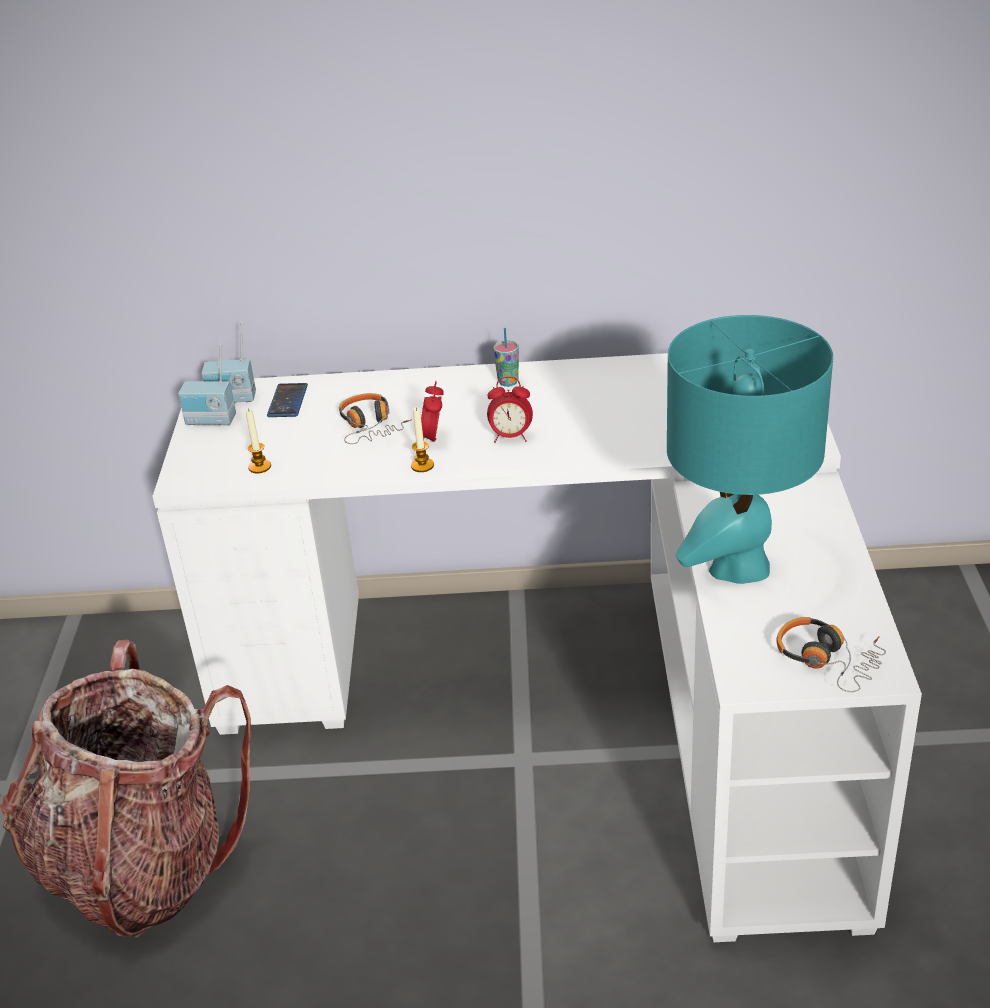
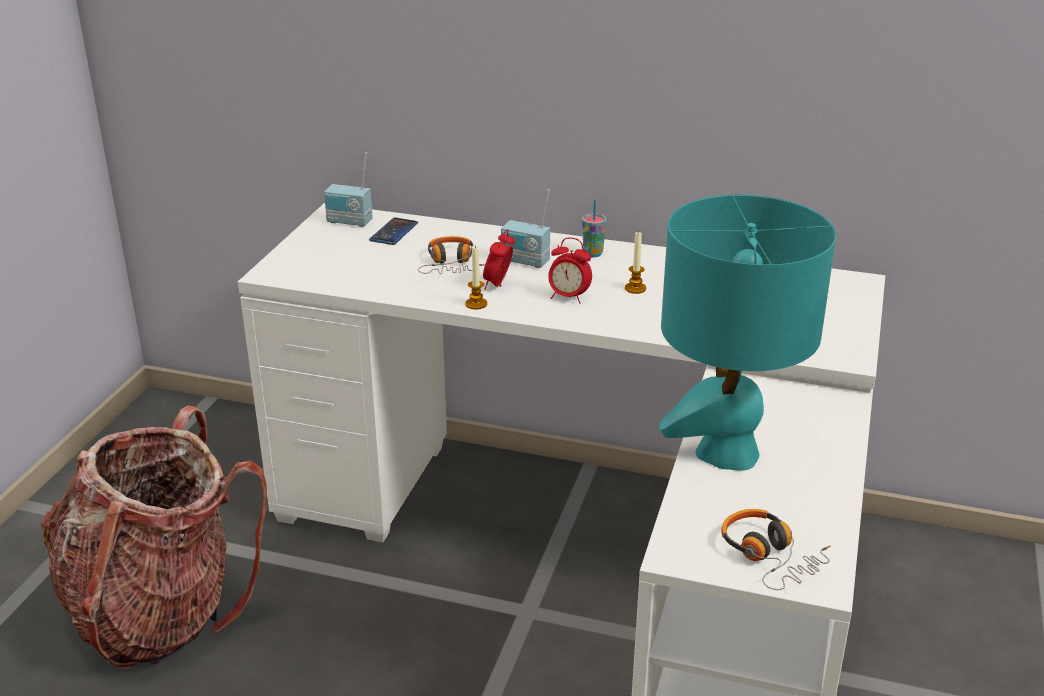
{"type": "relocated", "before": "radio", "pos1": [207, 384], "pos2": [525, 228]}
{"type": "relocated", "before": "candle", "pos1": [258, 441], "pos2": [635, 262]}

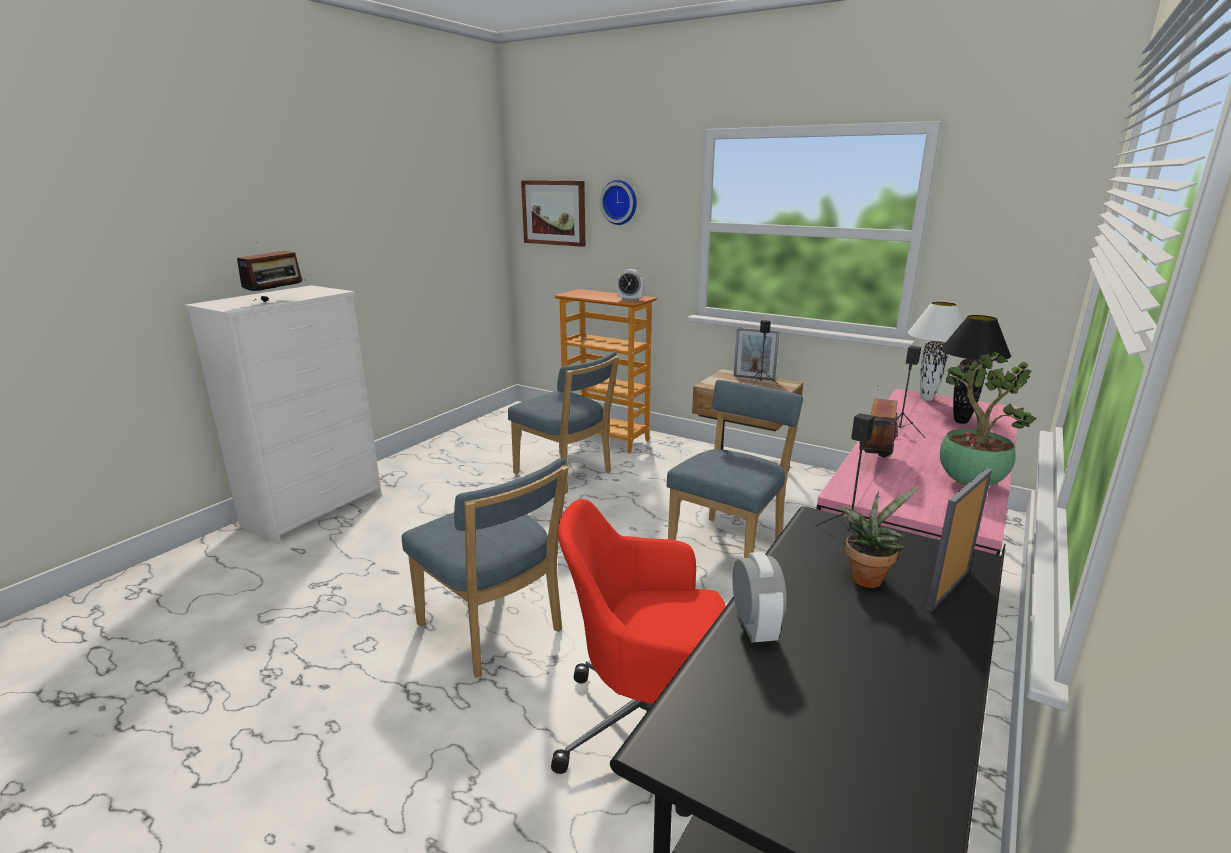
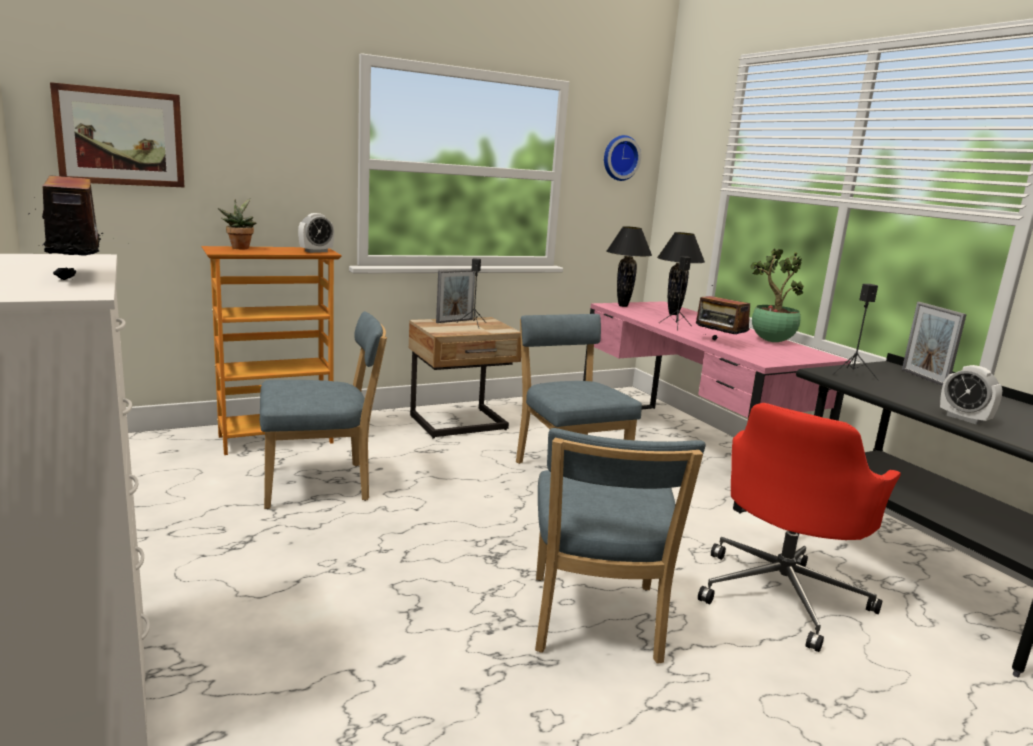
{"type": "spun", "before": "blue_chair", "pos1": [485, 568], "pos2": [620, 546], "turn": 105}
{"type": "relocated", "before": "wall_clock", "pos1": [618, 202], "pos2": [622, 158]}
{"type": "spun", "before": "alarm_clock", "pos1": [759, 597], "pos2": [971, 395], "turn": -150}
{"type": "relocated", "before": "potted_plant", "pos1": [878, 537], "pos2": [237, 223]}
{"type": "colour", "before": "white_table_lamp", "after": "black_table_lamp", "pos1": [935, 351], "pos2": [629, 266]}

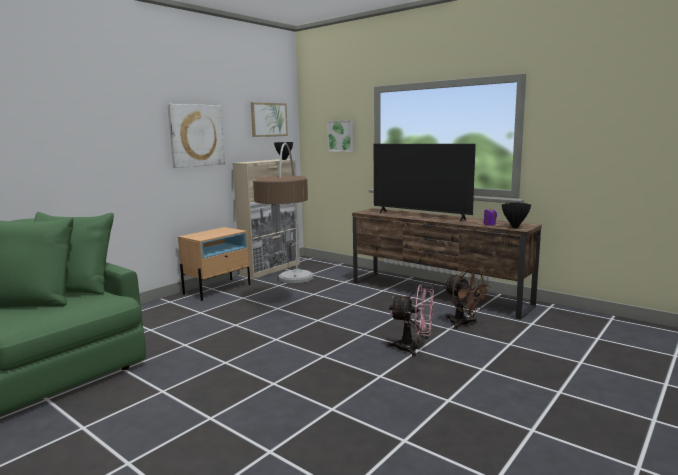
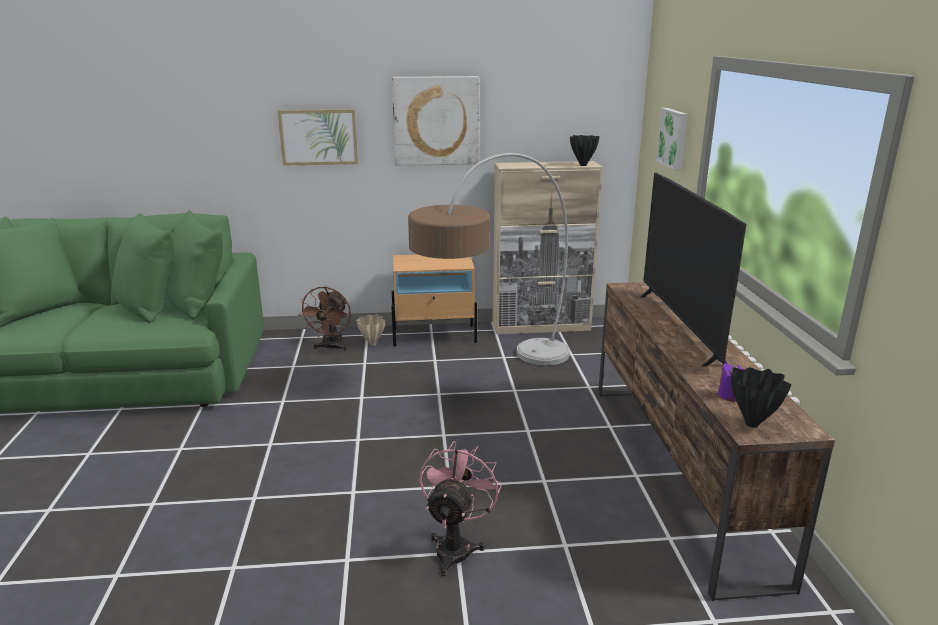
{"type": "relocated", "before": "picture", "pos1": [269, 119], "pos2": [318, 137]}
{"type": "spun", "before": "pink_fan", "pos1": [410, 320], "pos2": [461, 508], "turn": -135}
{"type": "relocated", "before": "brown_fan", "pos1": [467, 298], "pos2": [324, 318]}
{"type": "appeared", "after": "beige_vase", "pos2": [370, 330]}

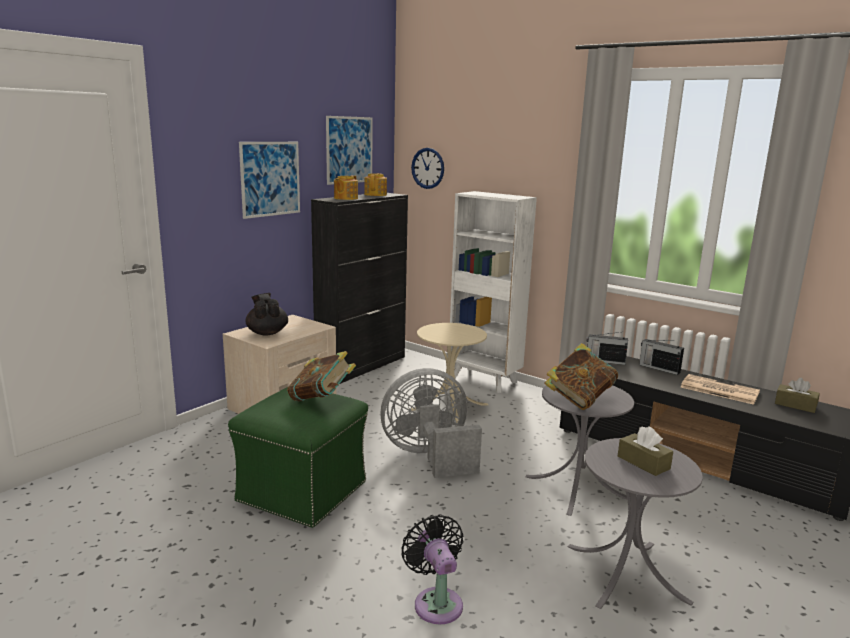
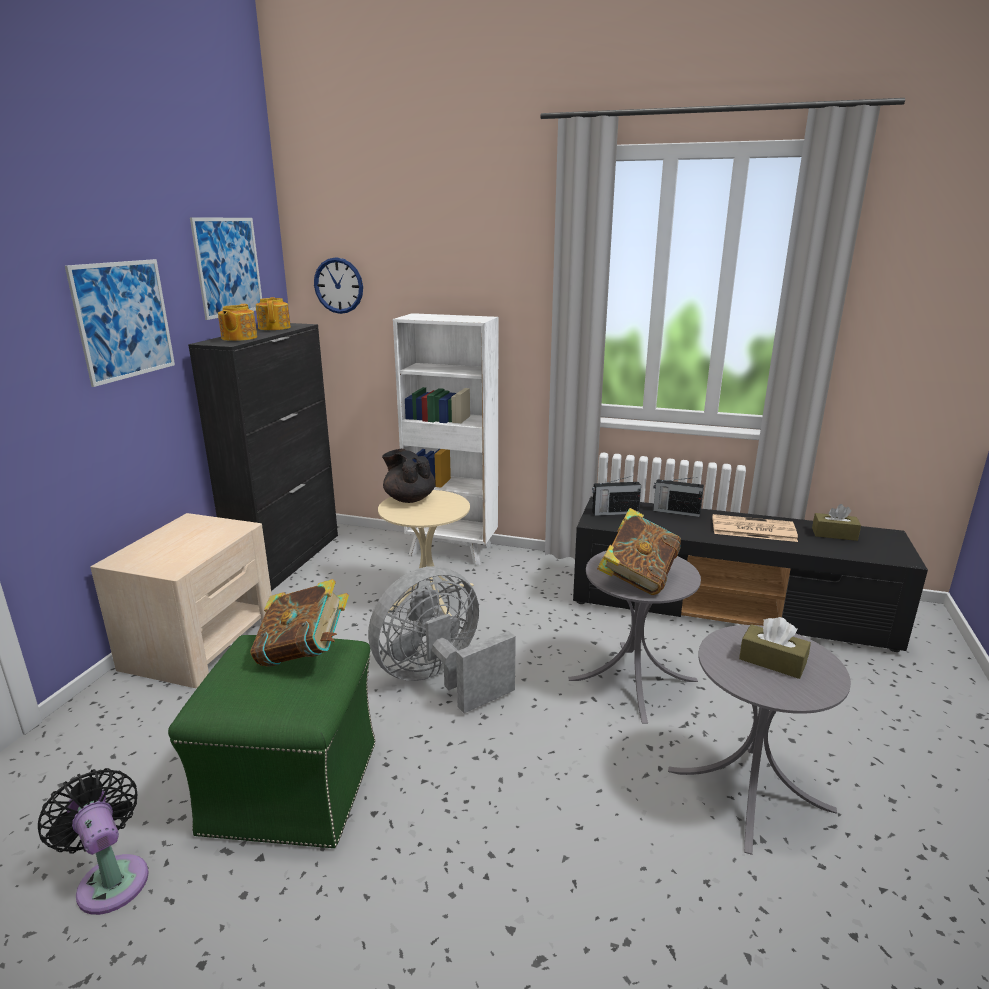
{"type": "relocated", "before": "black_teapot", "pos1": [267, 314], "pos2": [408, 476]}
{"type": "relocated", "before": "black_fan", "pos1": [432, 569], "pos2": [93, 841]}

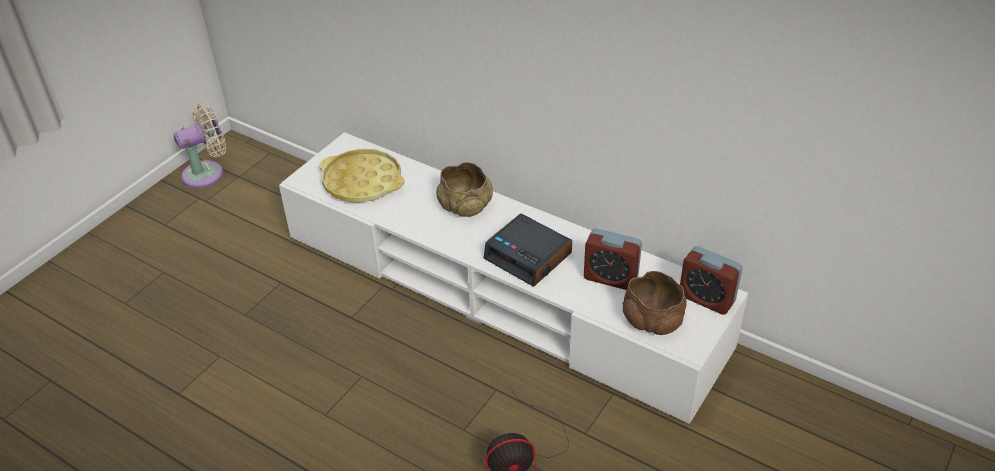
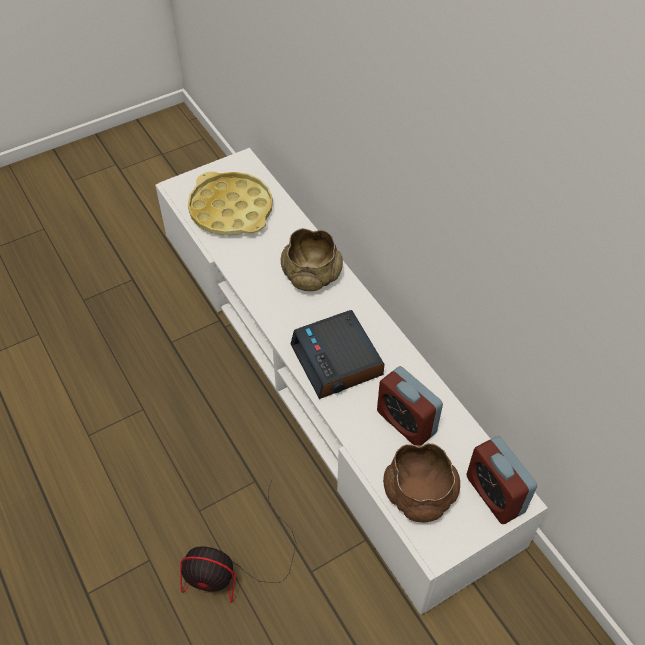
{"type": "missing", "before": "beige_fan", "pos1": [199, 145]}

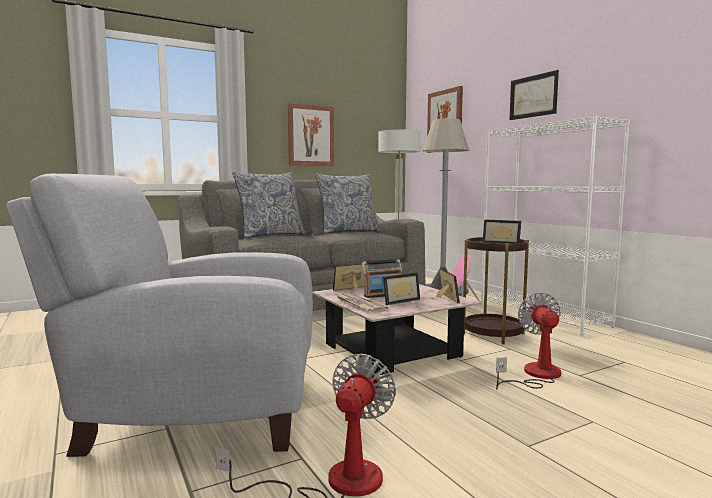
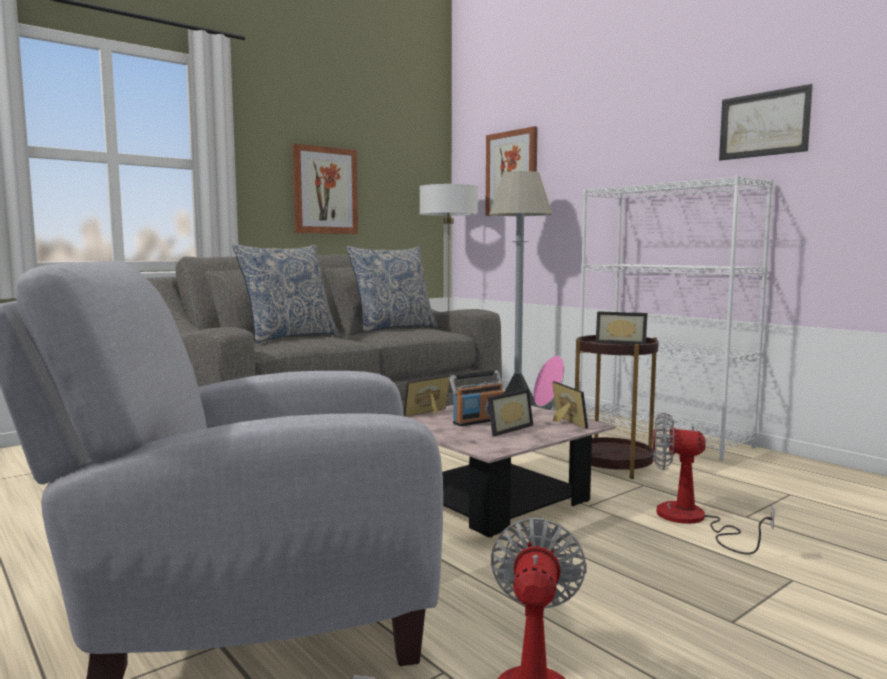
{"type": "missing", "before": "newspaper", "pos1": [363, 302]}
{"type": "spun", "before": "fan", "pos1": [528, 341], "pos2": [714, 483], "turn": -60}
{"type": "relocated", "before": "picture", "pos1": [534, 95], "pos2": [766, 122]}

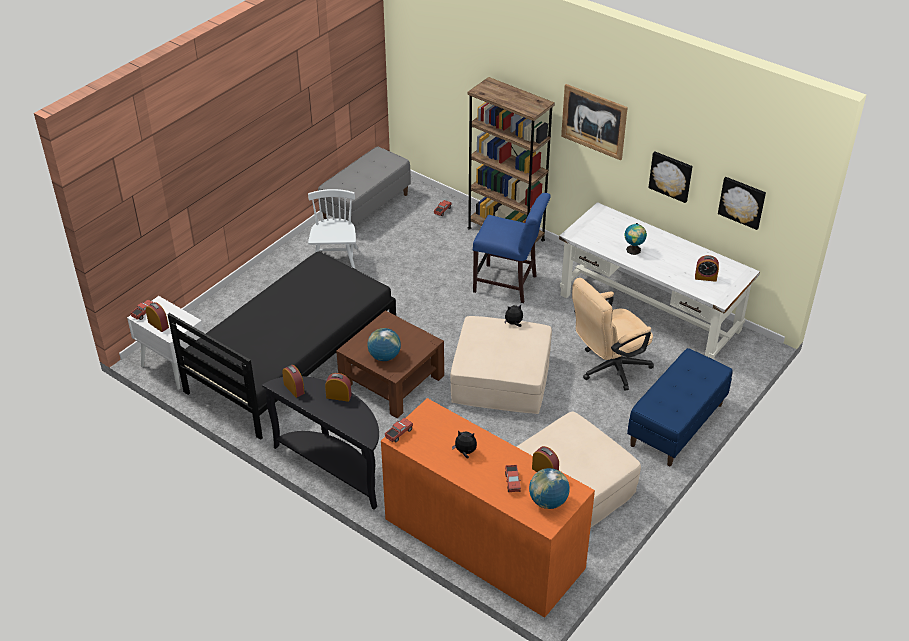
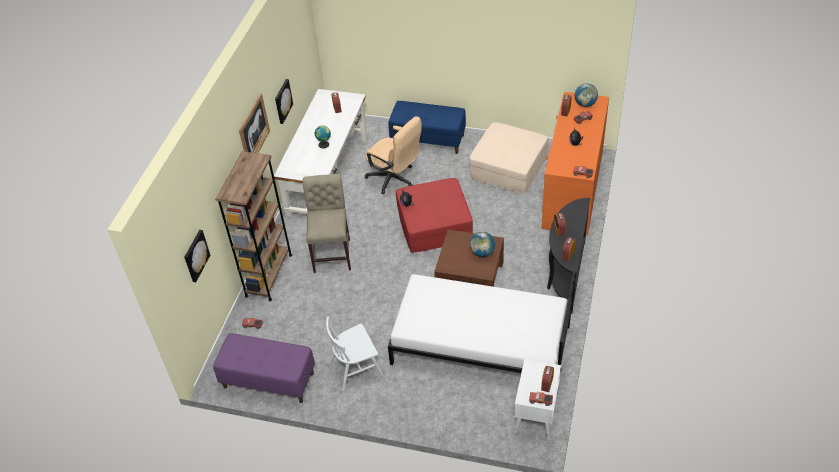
{"type": "colour", "before": "black_bed", "after": "white_bed", "pos1": [281, 346], "pos2": [481, 331]}
{"type": "colour", "before": "grey_bench", "after": "purple_bench", "pos1": [364, 186], "pos2": [264, 368]}
{"type": "colour", "before": "beige_ottoman", "after": "red_ottoman", "pos1": [501, 365], "pos2": [434, 215]}
{"type": "colour", "before": "blue_chair", "after": "beige_chair", "pos1": [512, 248], "pos2": [327, 223]}
{"type": "relocated", "before": "picture", "pos1": [742, 203], "pos2": [197, 256]}

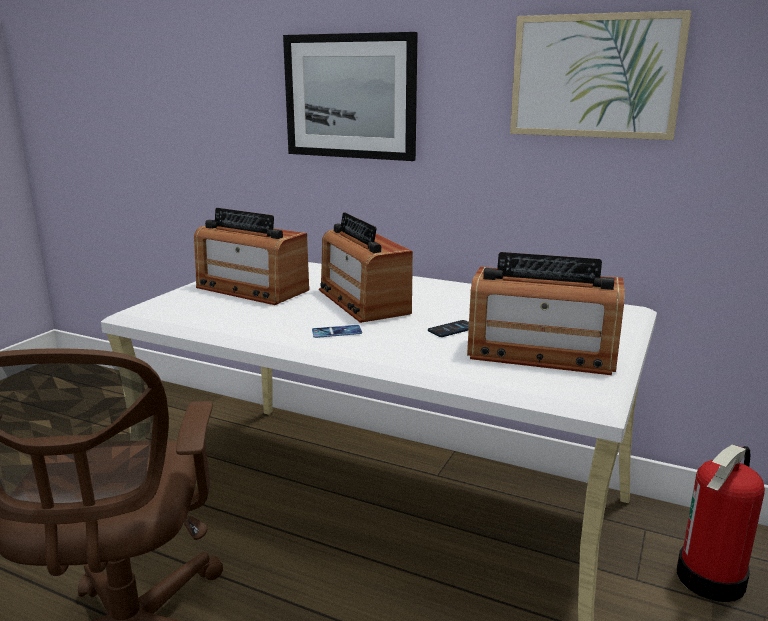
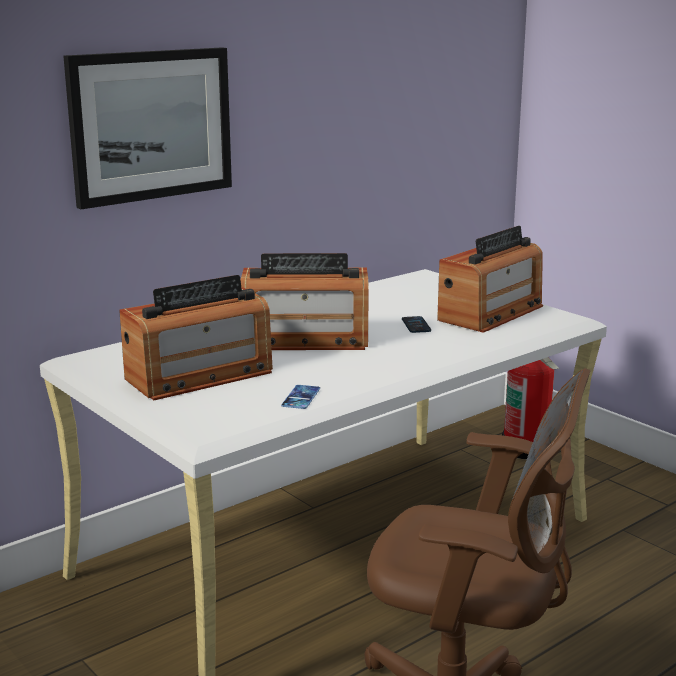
{"type": "relocated", "before": "phone", "pos1": [337, 331], "pos2": [300, 397]}
{"type": "missing", "before": "picture", "pos1": [601, 75]}

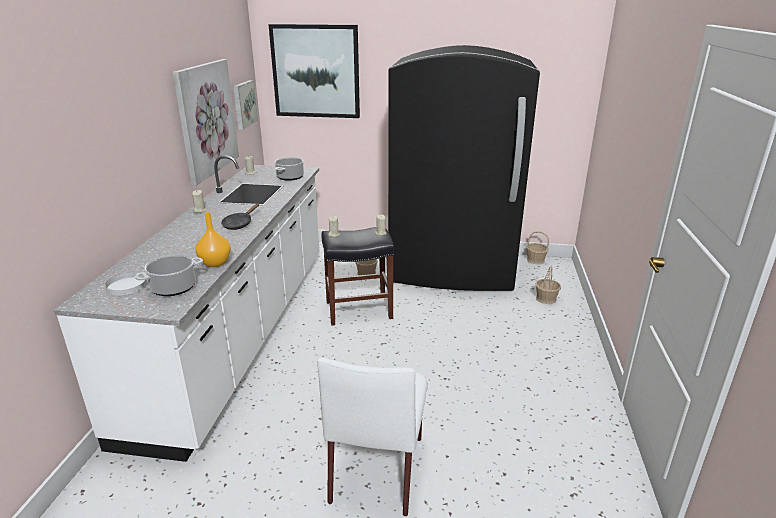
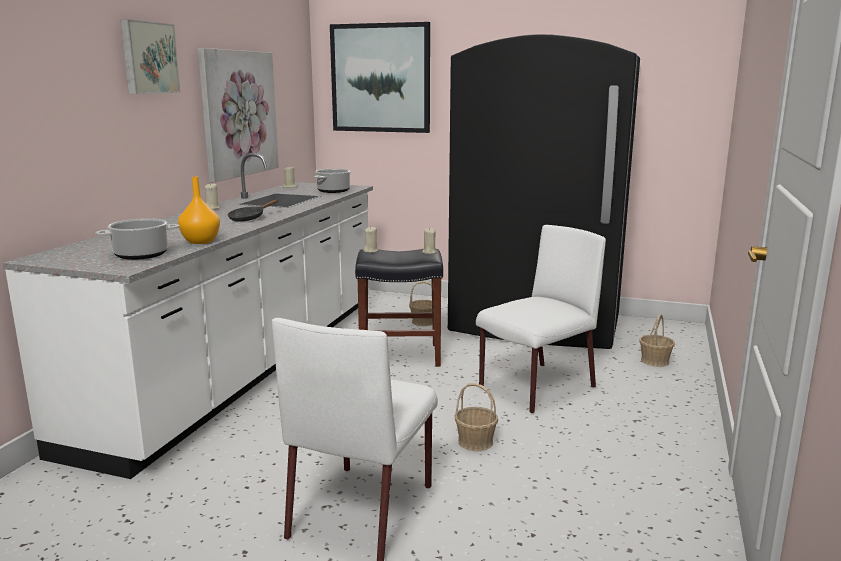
{"type": "missing", "before": "white_plate", "pos1": [126, 283]}
{"type": "relocated", "before": "picture", "pos1": [245, 105], "pos2": [150, 56]}
{"type": "relocated", "before": "basket", "pos1": [537, 247], "pos2": [476, 417]}
{"type": "appeared", "after": "white_chair", "pos2": [541, 319]}

